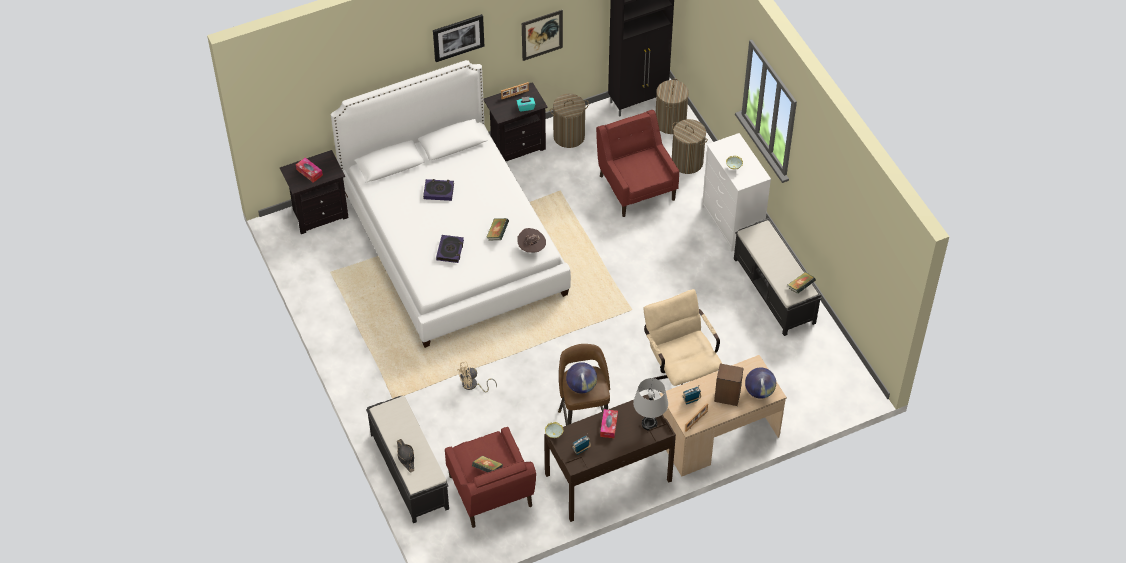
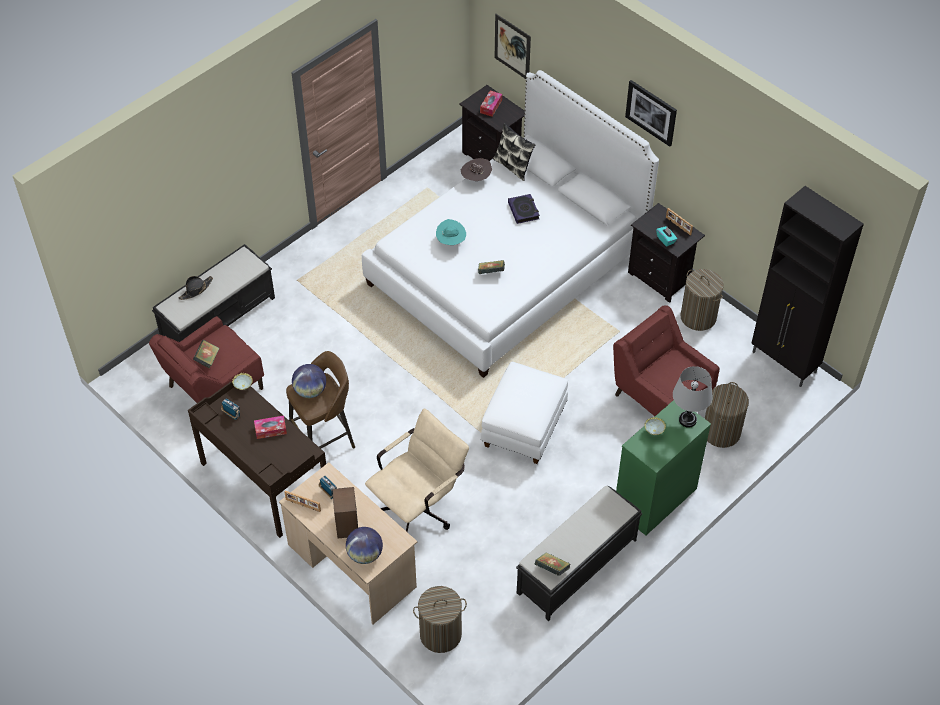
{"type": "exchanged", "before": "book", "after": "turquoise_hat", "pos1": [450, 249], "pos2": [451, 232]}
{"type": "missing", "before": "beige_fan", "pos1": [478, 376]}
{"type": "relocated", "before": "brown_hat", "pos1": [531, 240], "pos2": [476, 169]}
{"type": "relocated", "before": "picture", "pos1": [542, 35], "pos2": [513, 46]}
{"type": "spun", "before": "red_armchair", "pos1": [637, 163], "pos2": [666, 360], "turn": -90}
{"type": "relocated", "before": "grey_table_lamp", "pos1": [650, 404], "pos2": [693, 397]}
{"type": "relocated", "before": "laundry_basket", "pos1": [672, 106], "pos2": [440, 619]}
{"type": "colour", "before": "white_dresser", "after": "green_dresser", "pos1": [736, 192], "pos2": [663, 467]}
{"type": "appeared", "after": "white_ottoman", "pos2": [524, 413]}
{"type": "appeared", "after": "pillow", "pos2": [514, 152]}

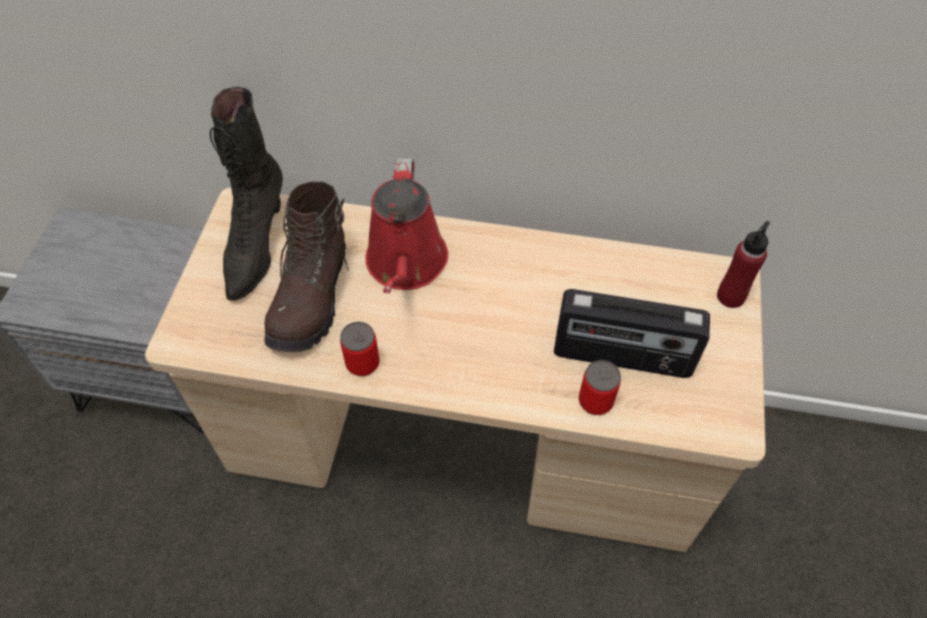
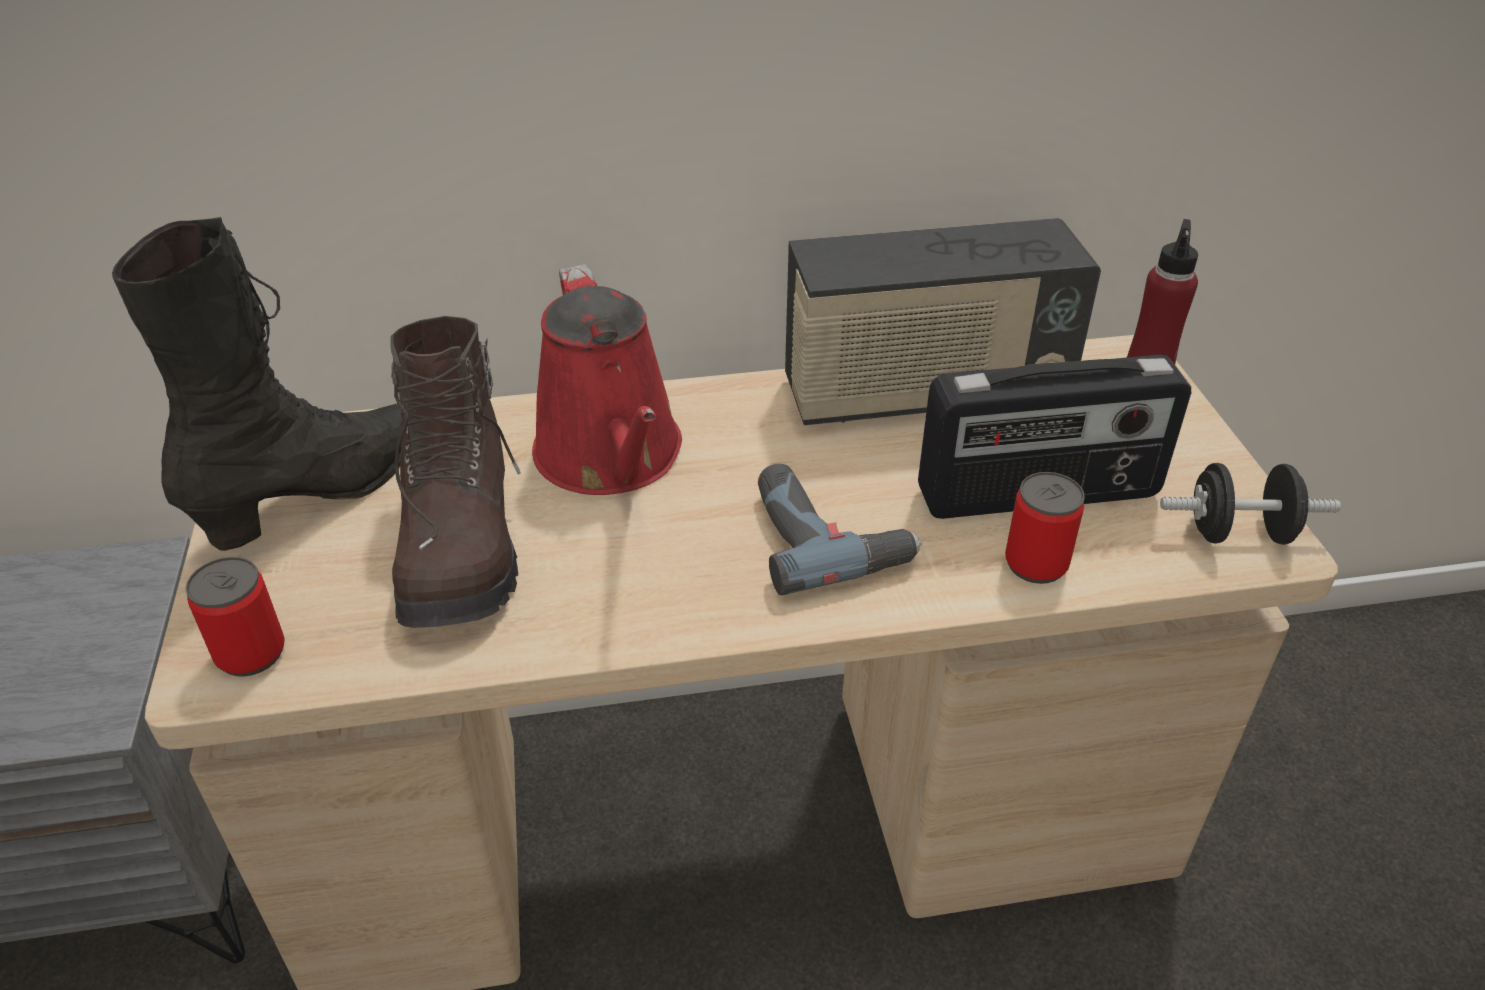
{"type": "spun", "before": "black_boot", "pos1": [246, 194], "pos2": [257, 384], "turn": -135}
{"type": "relocated", "before": "can", "pos1": [360, 349], "pos2": [235, 617]}
{"type": "appeared", "after": "power_drill", "pos2": [840, 529]}
{"type": "appeared", "after": "radio", "pos2": [943, 321]}
{"type": "appeared", "after": "black_dumbbell", "pos2": [1250, 504]}

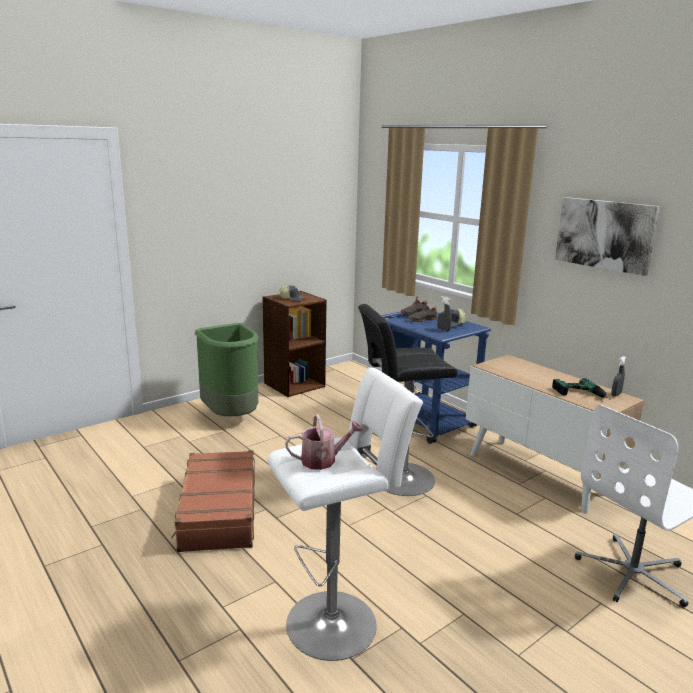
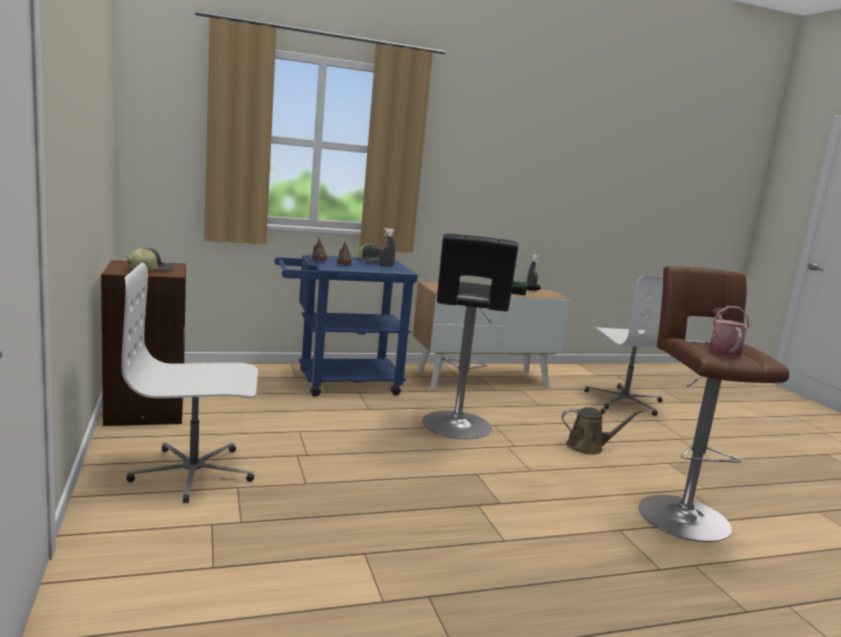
{"type": "missing", "before": "brown_suitcase", "pos1": [213, 501]}
{"type": "exchanged", "before": "green_trash_can", "after": "white_office_chair", "pos1": [227, 369], "pos2": [190, 383]}
{"type": "colour", "before": "white_stool", "after": "brown_stool", "pos1": [345, 514], "pos2": [714, 404]}
{"type": "missing", "before": "picture", "pos1": [607, 236]}
{"type": "appeared", "after": "brown_watering_can", "pos2": [603, 431]}

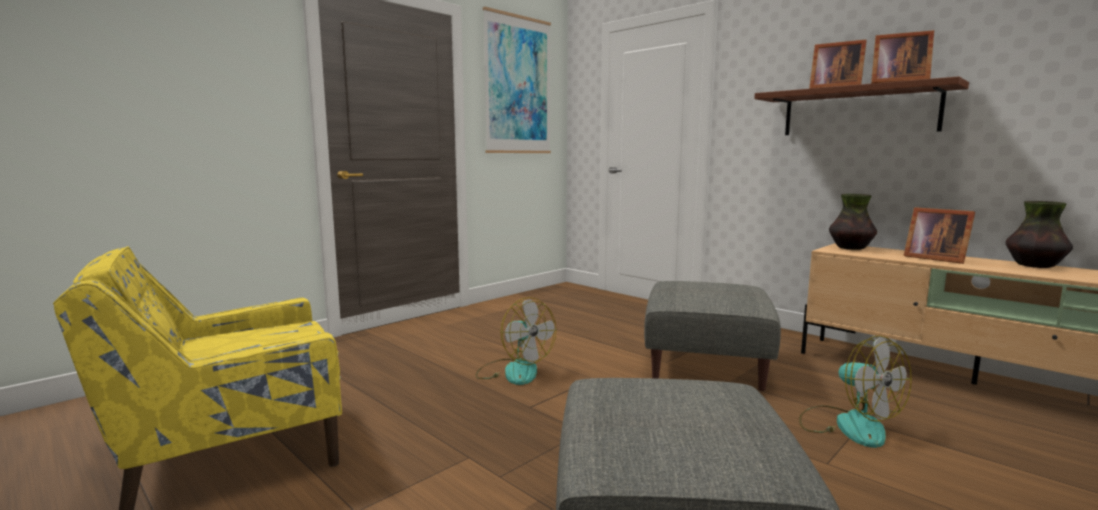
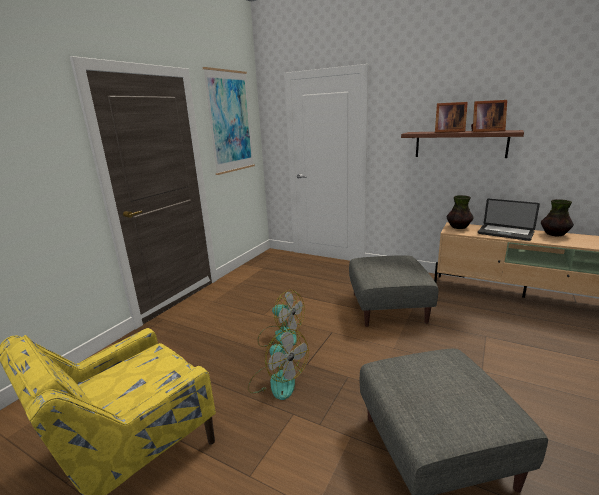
{"type": "relocated", "before": "fan", "pos1": [855, 391], "pos2": [278, 364]}
{"type": "exchanged", "before": "picture_frame", "after": "laptop", "pos1": [939, 235], "pos2": [509, 220]}

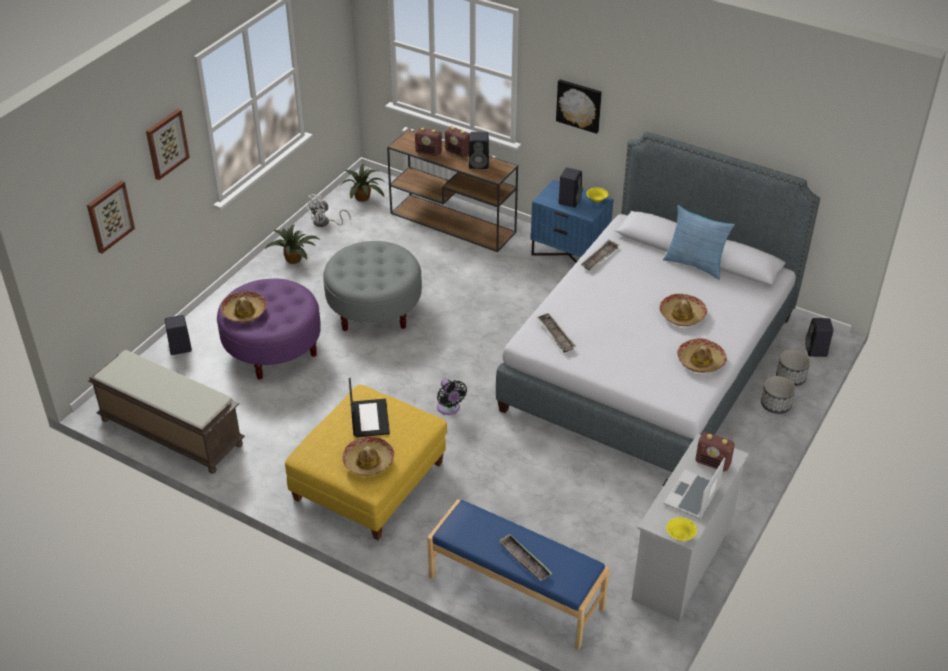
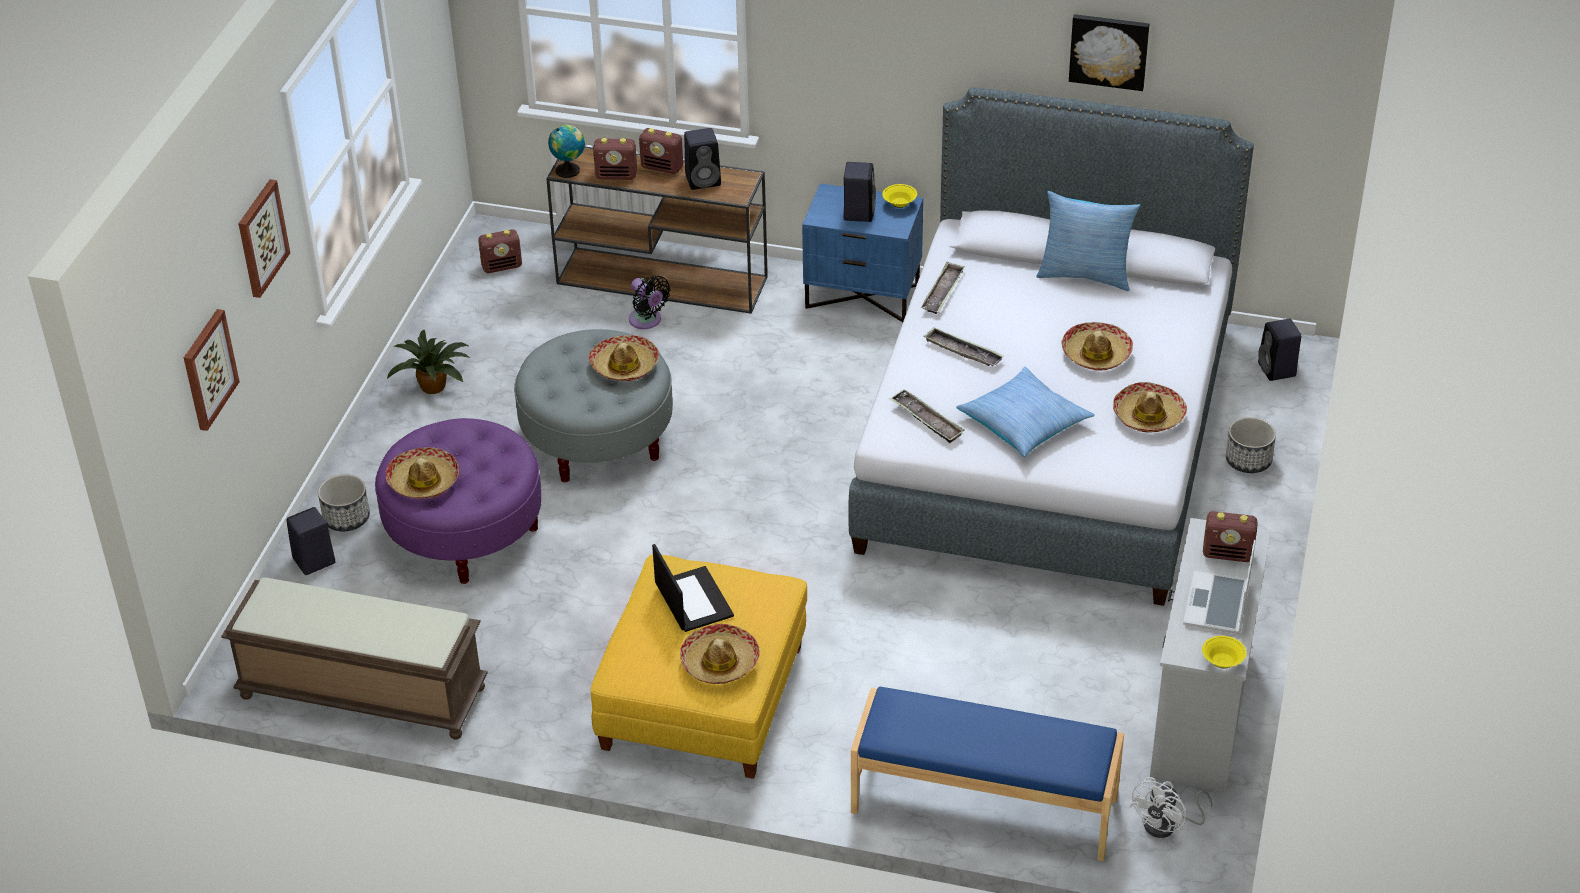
{"type": "relocated", "before": "white_fan", "pos1": [328, 210], "pos2": [1171, 807]}
{"type": "exchanged", "before": "potted_plant", "after": "radio", "pos1": [363, 183], "pos2": [500, 251]}
{"type": "relocated", "before": "black_fan", "pos1": [452, 396], "pos2": [649, 302]}
{"type": "relocated", "before": "tray", "pos1": [525, 557], "pos2": [963, 346]}
{"type": "relocated", "before": "picture", "pos1": [579, 106], "pos2": [1109, 52]}
{"type": "relocated", "before": "planter", "pos1": [793, 367], "pos2": [344, 502]}
{"type": "appeared", "after": "globe", "pos2": [566, 151]}
{"type": "appeared", "after": "hat", "pos2": [624, 358]}
{"type": "appeared", "after": "pillow", "pos2": [1025, 412]}

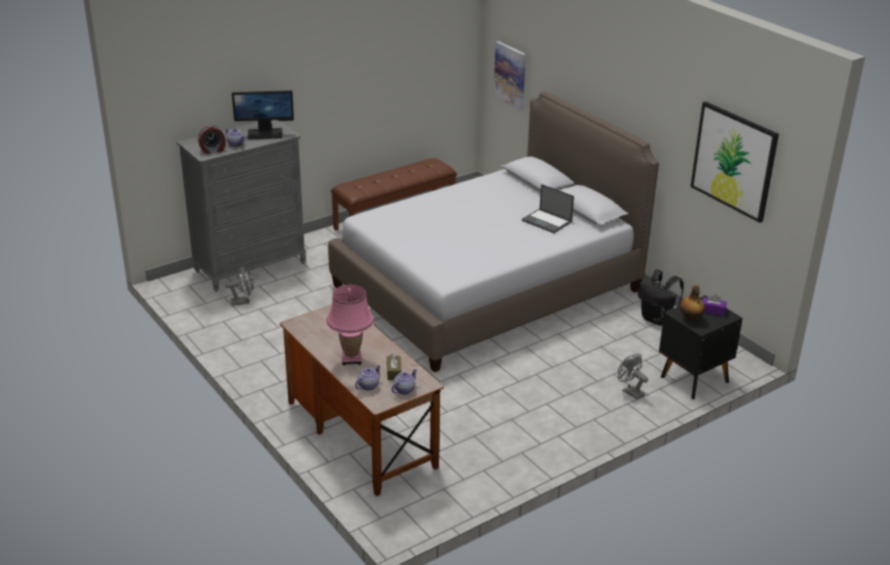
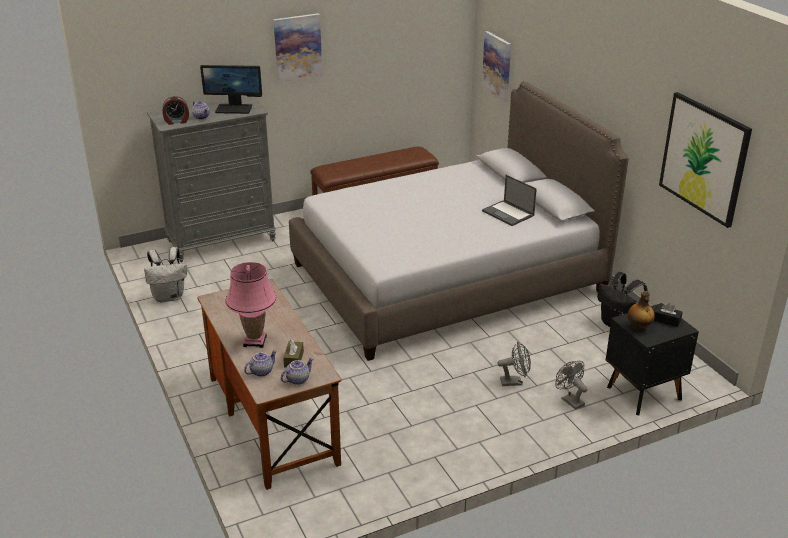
{"type": "relocated", "before": "grey_fan", "pos1": [239, 286], "pos2": [514, 364]}
{"type": "colour", "before": "purple_tissue_box", "after": "black_tissue_box", "pos1": [714, 305], "pos2": [668, 315]}
{"type": "appeared", "after": "white_backpack", "pos2": [165, 275]}
{"type": "appeared", "after": "picture", "pos2": [298, 47]}

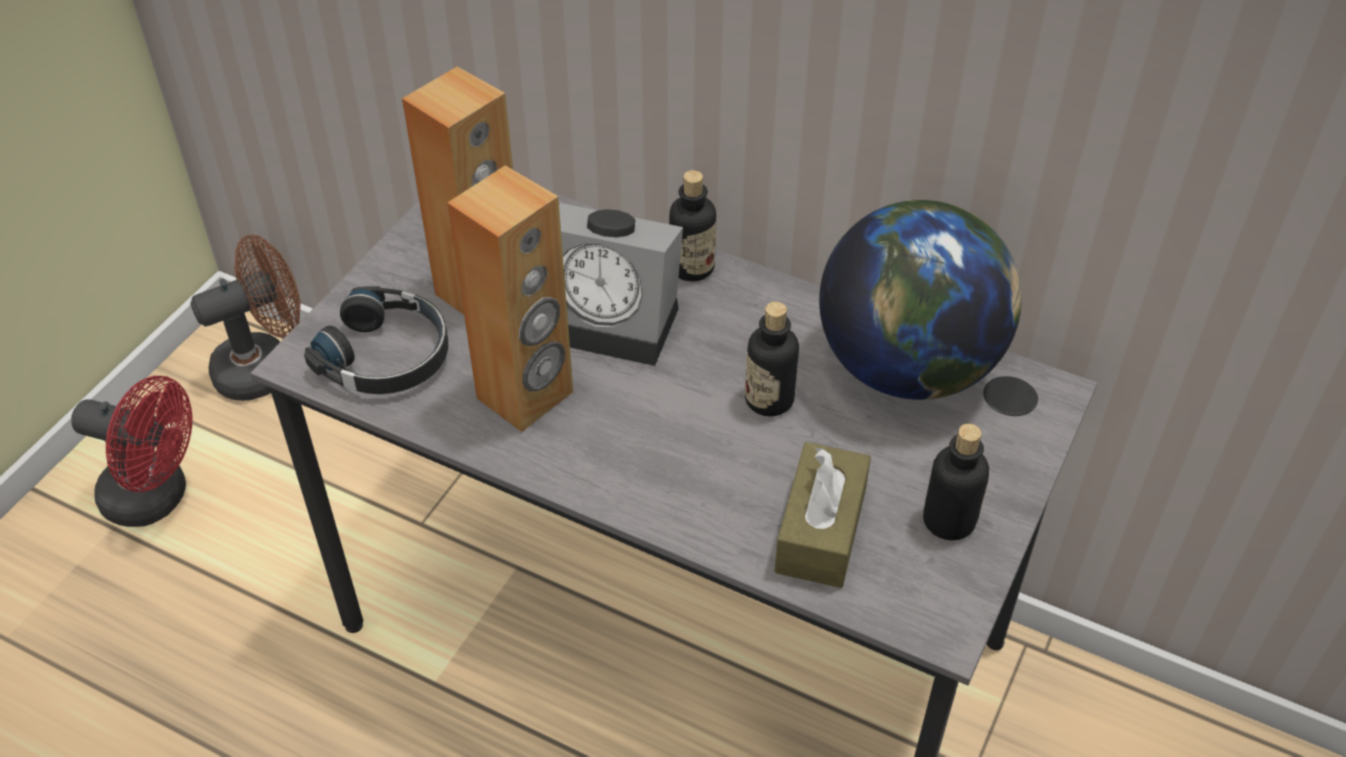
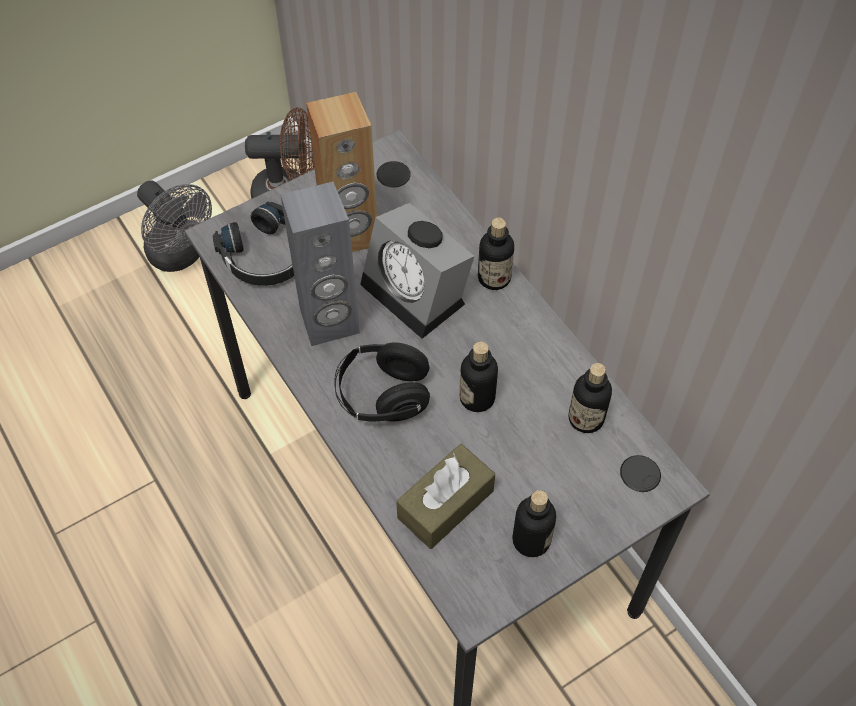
{"type": "colour", "before": "red_fan", "after": "grey_fan", "pos1": [131, 451], "pos2": [174, 226]}
{"type": "colour", "before": "brown_speaker", "after": "grey_speaker", "pos1": [510, 299], "pos2": [320, 264]}
{"type": "exchanged", "before": "globe", "after": "bottle", "pos1": [920, 300], "pos2": [590, 398]}
{"type": "appeared", "after": "black_headphones", "pos2": [382, 382]}

